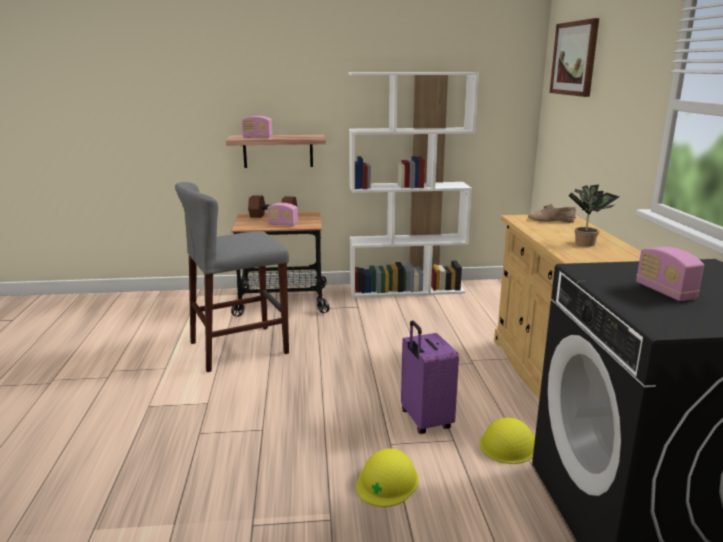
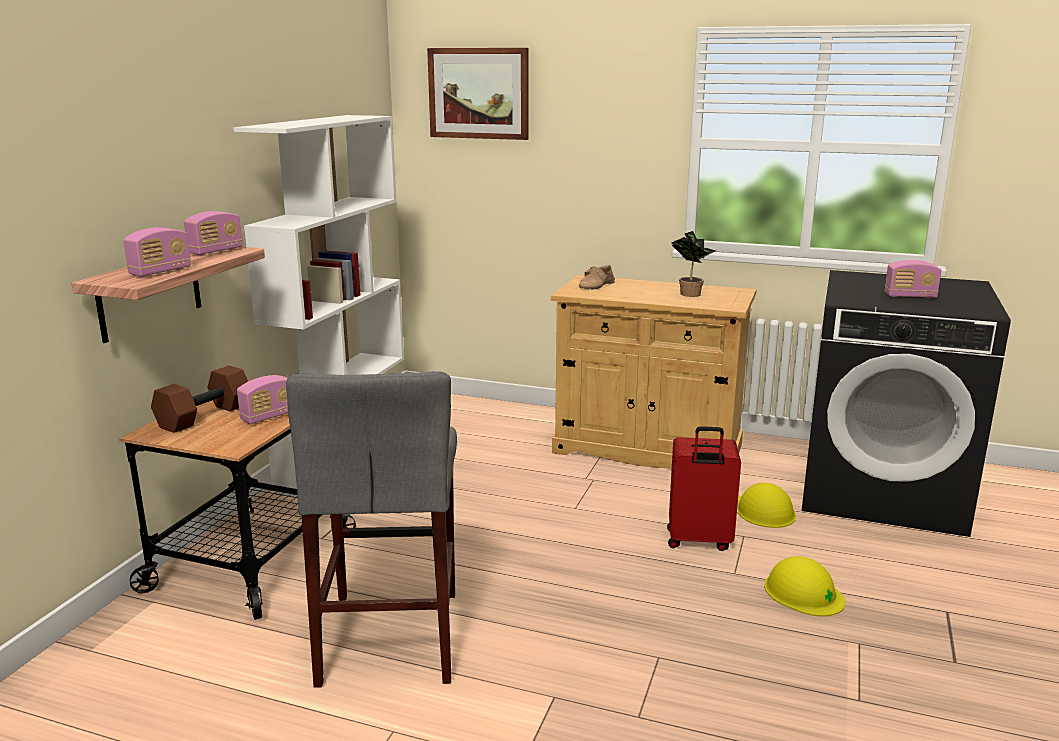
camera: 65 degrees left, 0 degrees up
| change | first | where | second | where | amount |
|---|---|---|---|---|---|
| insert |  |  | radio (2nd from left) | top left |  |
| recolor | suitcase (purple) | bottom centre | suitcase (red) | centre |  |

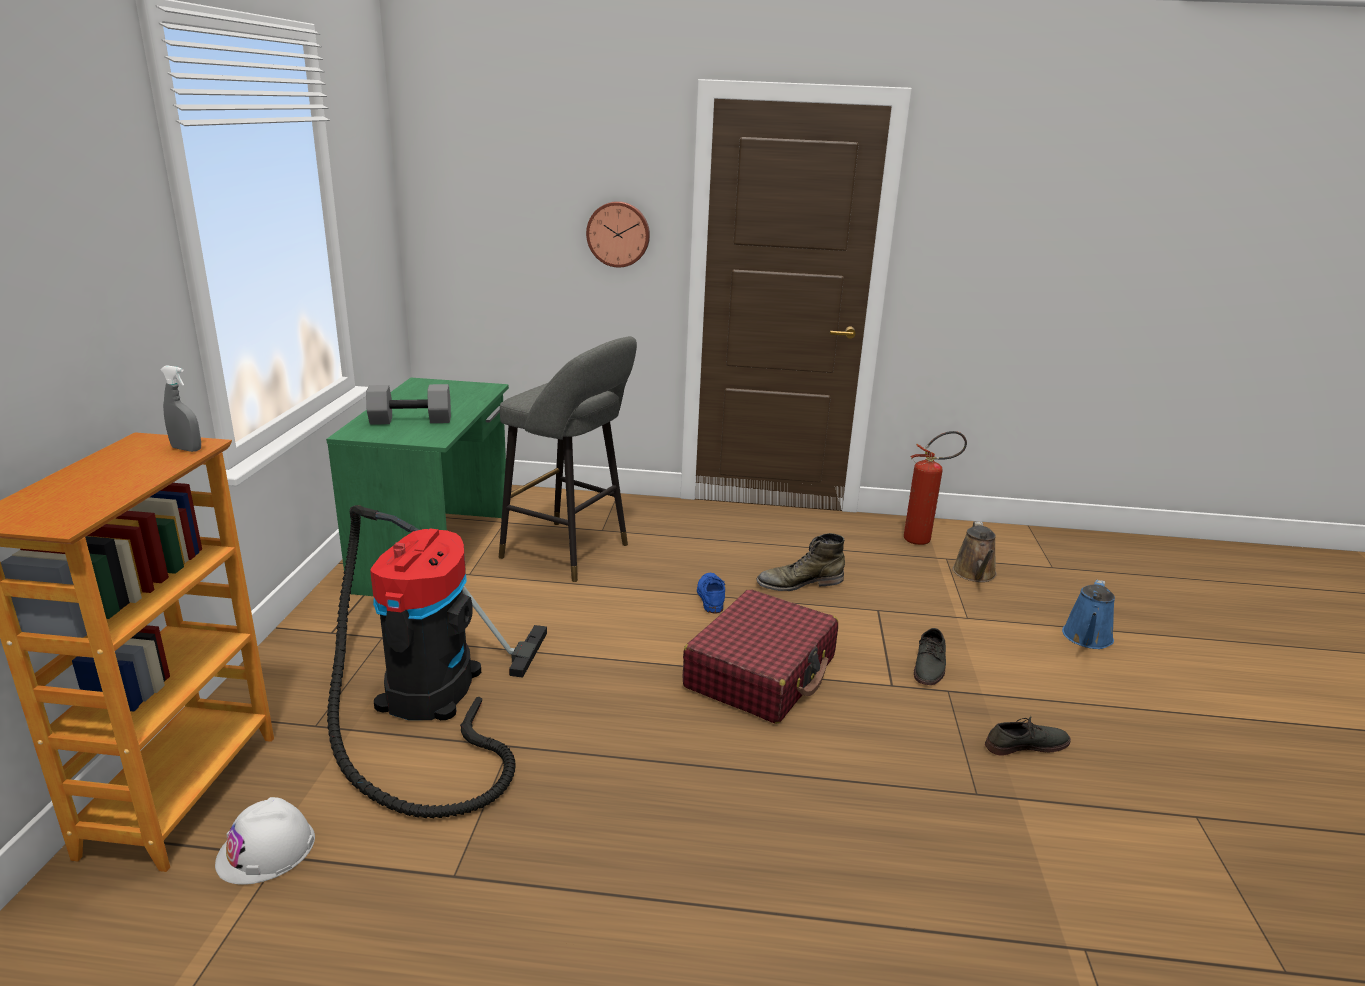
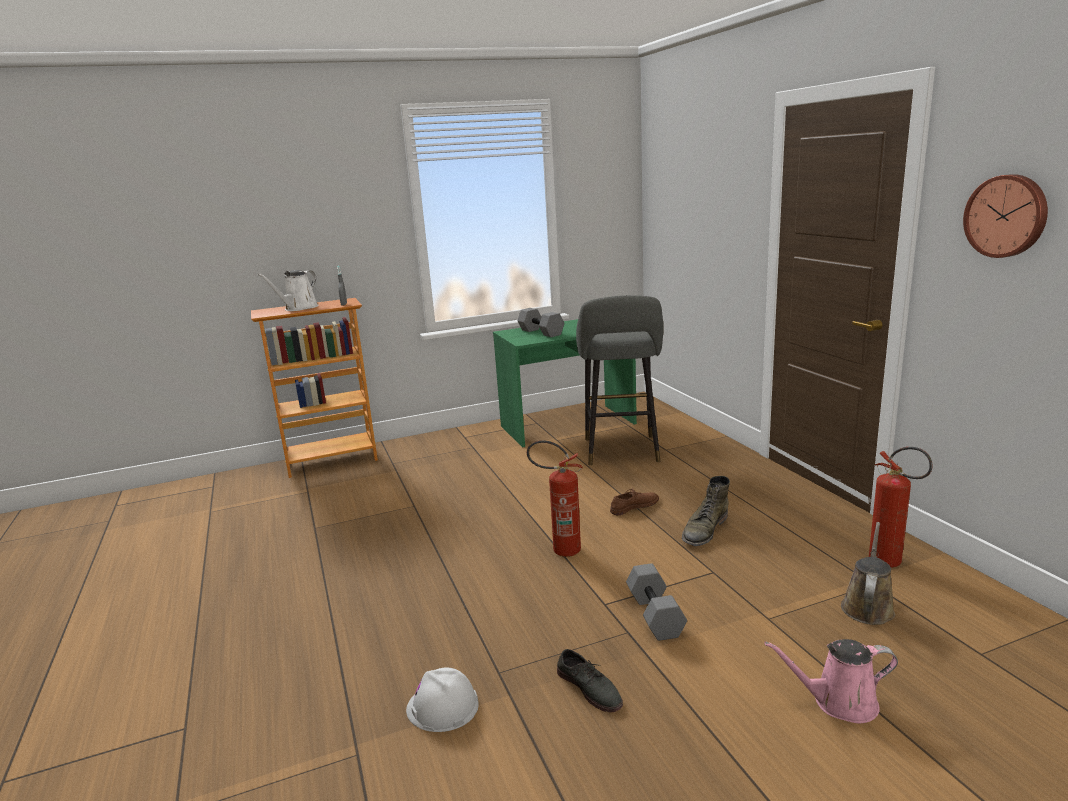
camera: 65 degrees right, 5 degrees down
| change | first | where | second | where | amount |
|---|---|---|---|---|---|
| insert |  |  | watering can (white) | middle left |  |
| move | hard hat (white) | bottom left |  | bottom centre |  |
| replace | suitcase (red) | centre | fire extinguisher (1st from left) | centre |  |
| recolor | shoe (blue) | centre | shoe (brown) | centre |  |
| replace | shoe (grey) (1st from left) | middle right | dumbbell (grey) (2nd from left) | bottom centre |  |
| rotate | boot (green) | centre |  | centre | 105 degrees counterclockwise |
| recolor | watering can (blue) | middle right | watering can (pink) | bottom right |  |
| rotate | watering can (brown) | middle right |  | bottom right | 135 degrees clockwise |
| move | wall clock | top centre |  | top right |  |
| delete | vacuum cleaner | bottom left |  |  |  |

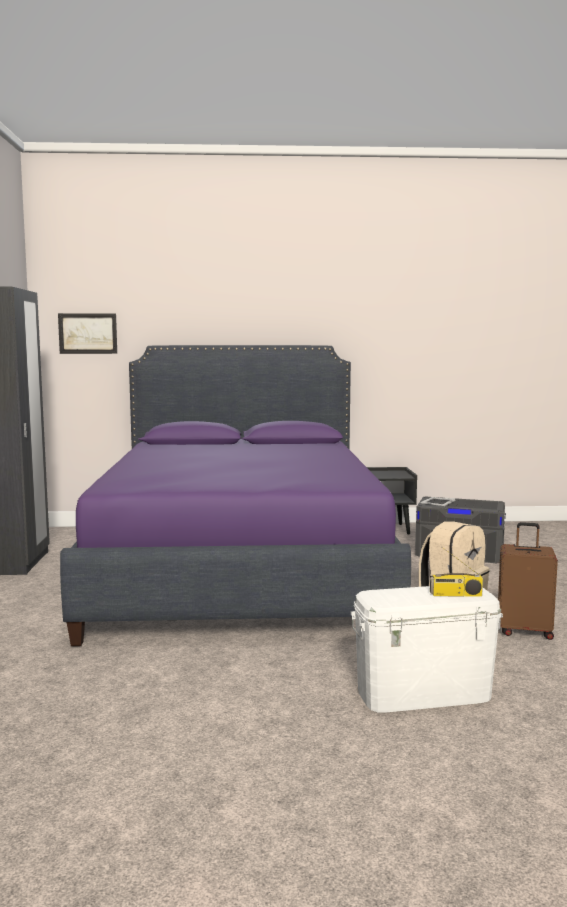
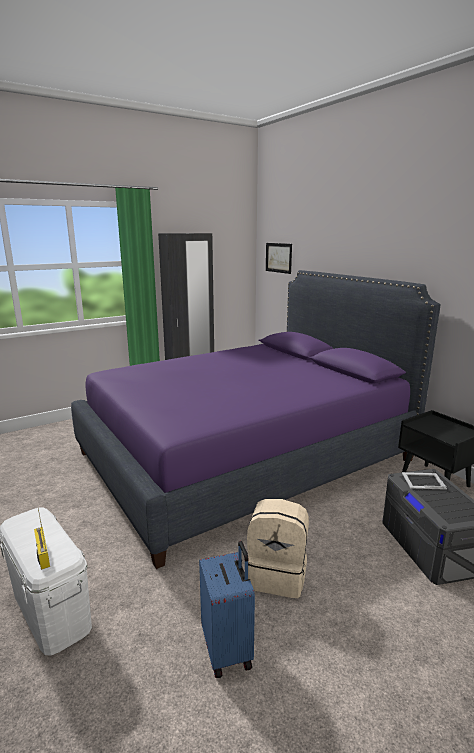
camera: 60 degrees right, 10 degrees up
| change | first | where | second | where | amount |
|---|---|---|---|---|---|
| recolor | suitcase (brown) | middle right | suitcase (blue) | bottom centre |  |

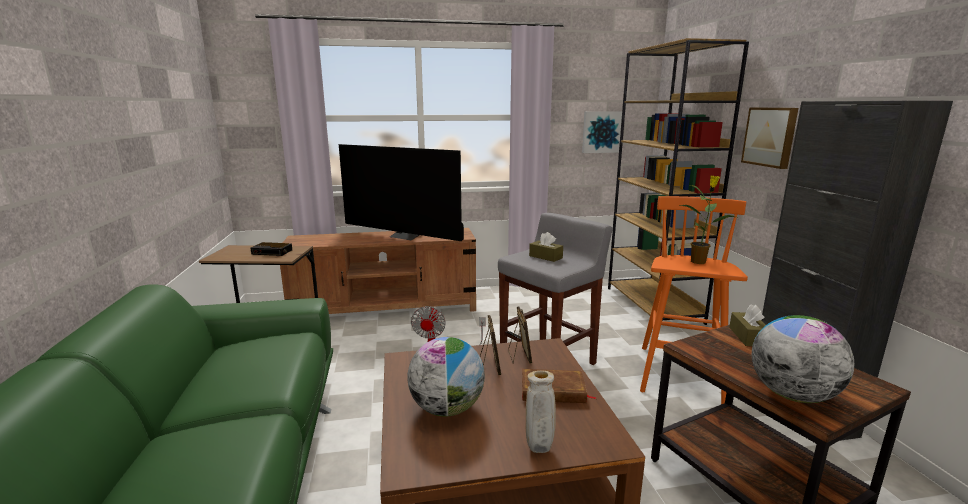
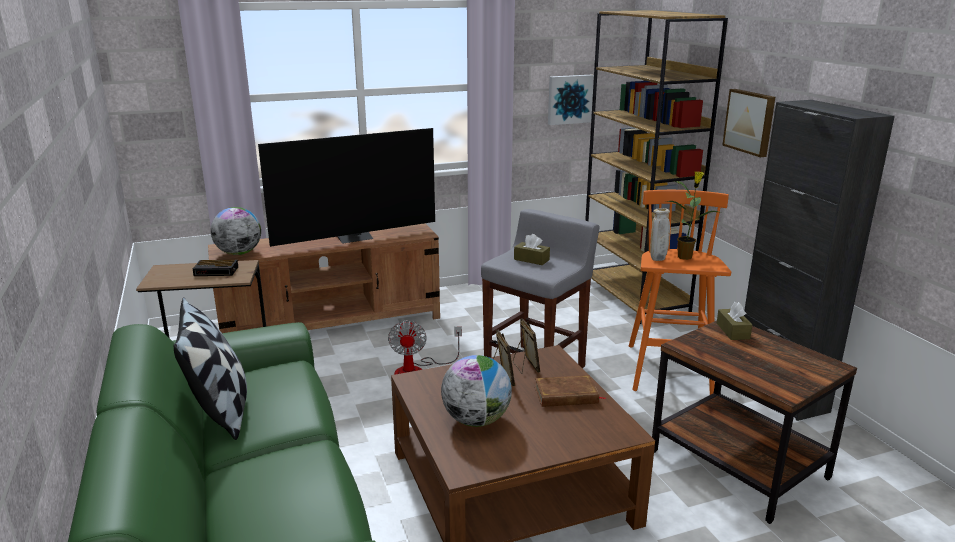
camera: 10 degrees left, 5 degrees up
| change | first | where | second | where | amount |
|---|---|---|---|---|---|
| insert |  |  | pillow | bottom left |  |
| move | globe (2nd from left in the first image) | bottom right | globe (1st from left) | middle left |  |
| rotate | television | centre |  | centre | 45 degrees counterclockwise |
| move | vase (beige) | bottom centre |  | middle right |  |

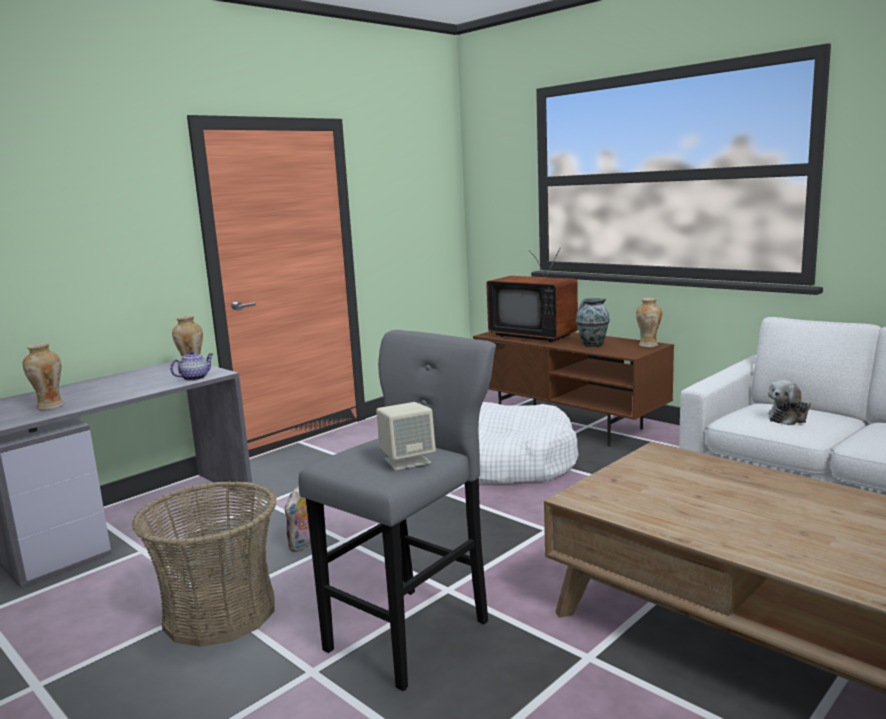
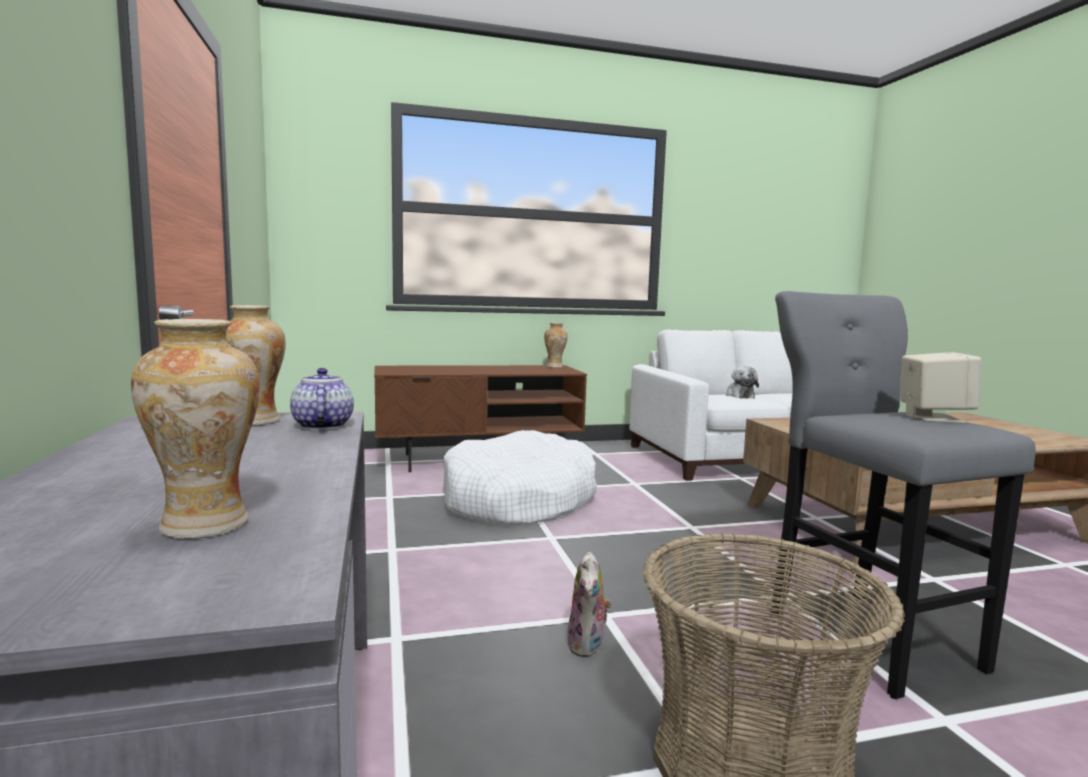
camera: 60 degrees left, 5 degrees down
| change | first | where | second | where | amount |
|---|---|---|---|---|---|
| rotate | plush toy (1st from left) | bottom centre |  | bottom centre | 45 degrees clockwise |
| delete | television | centre |  |  |  |
| delete | vase (3rd from left) | middle right |  |  |  |

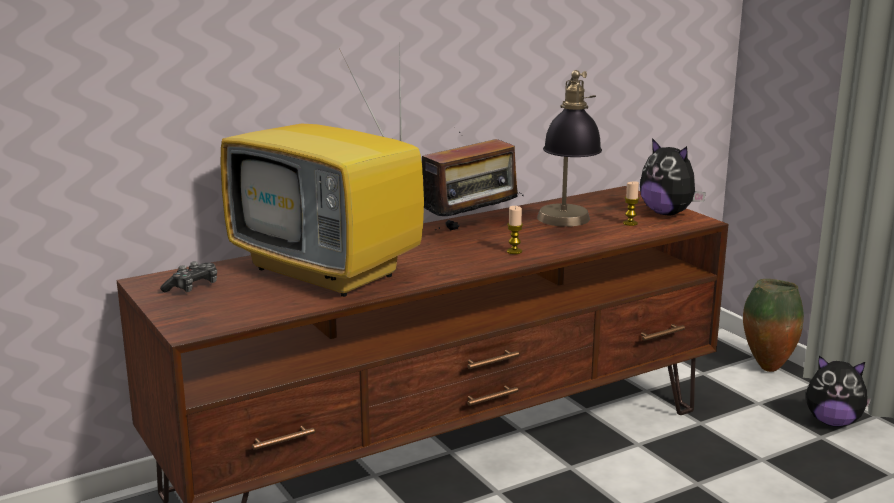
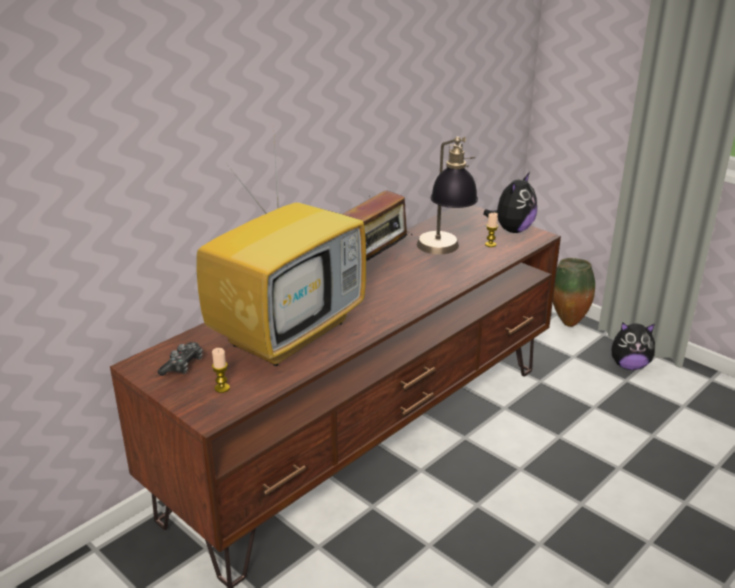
camera: 15 degrees left, 10 degrees up
| change | first | where | second | where | amount |
|---|---|---|---|---|---|
| rotate | television | centre |  | centre | 75 degrees counterclockwise |
| move | candle (1st from left) | centre |  | middle left |  |
| rotate | plush toy (1st from left) | middle right |  | middle right | 90 degrees counterclockwise |

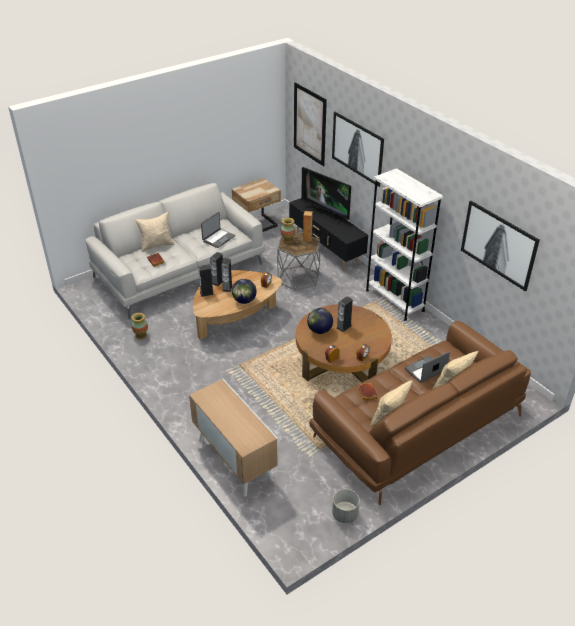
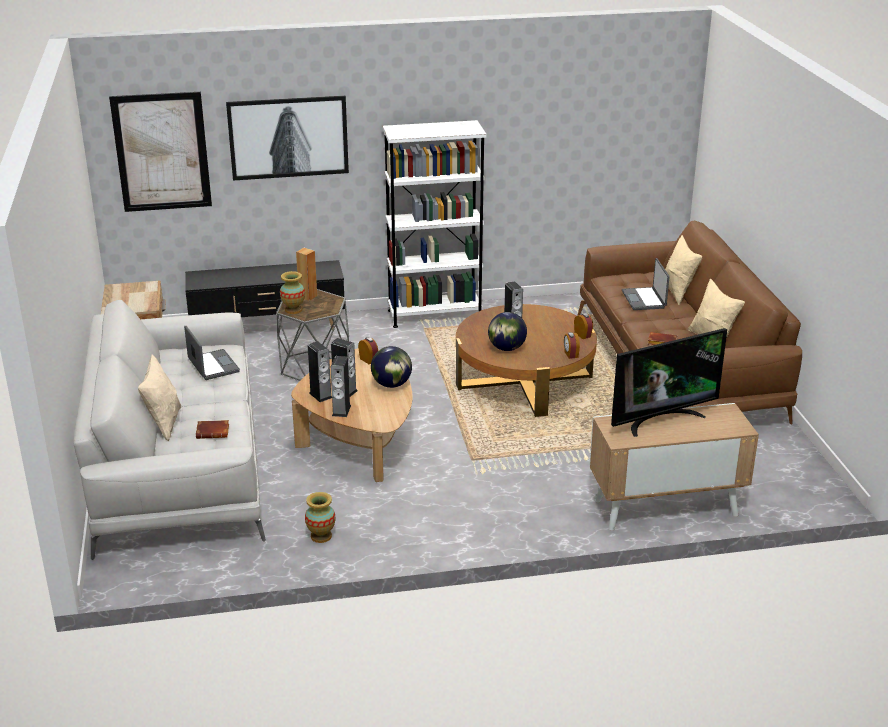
camera: 65 degrees left, 10 degrees down
| change | first | where | second | where | amount |
|---|---|---|---|---|---|
| move | television | top centre |  | middle right |  |
| delete | planter (grey) | bottom centre |  |  |  |
| delete | picture (3rd from left) | middle right |  |  |  |

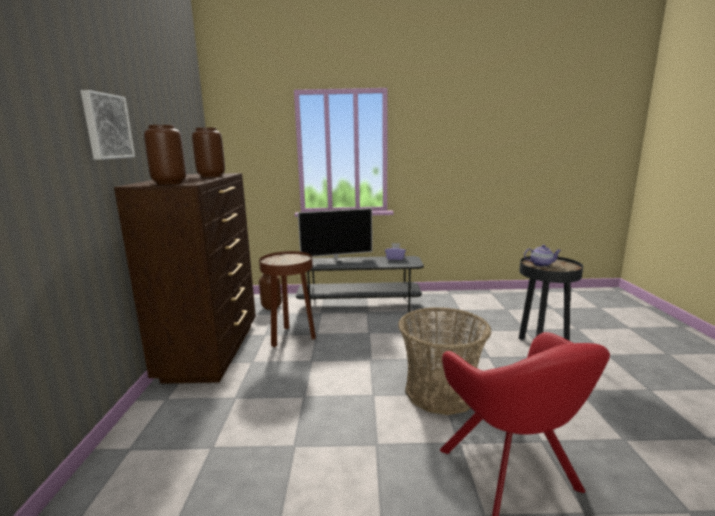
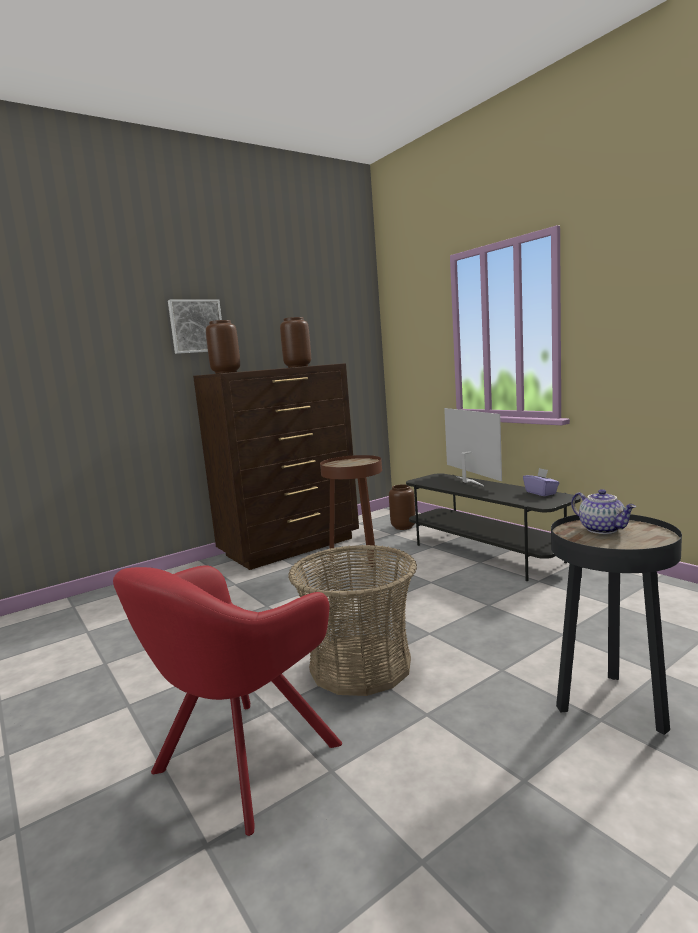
camera: 55 degrees right, 5 degrees down
| change | first | where | second | where | amount |
|---|---|---|---|---|---|
| rotate | television | centre |  | middle right | 150 degrees counterclockwise |

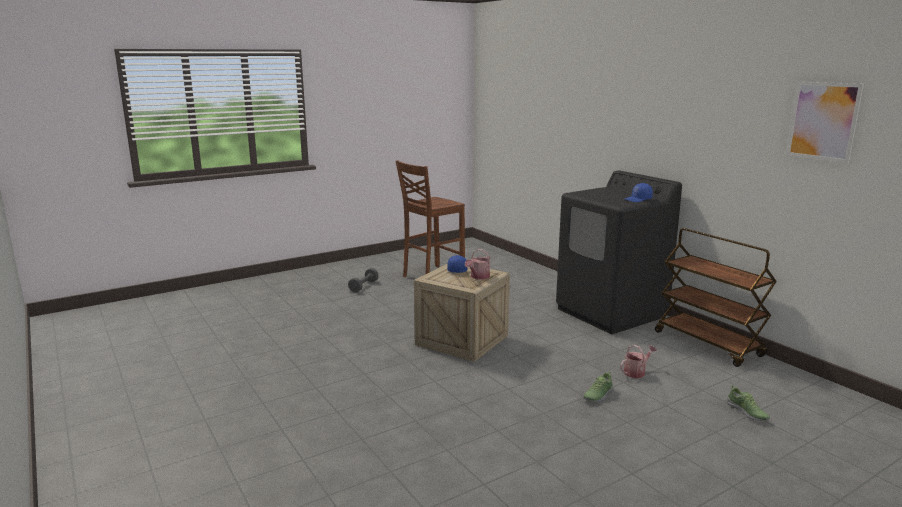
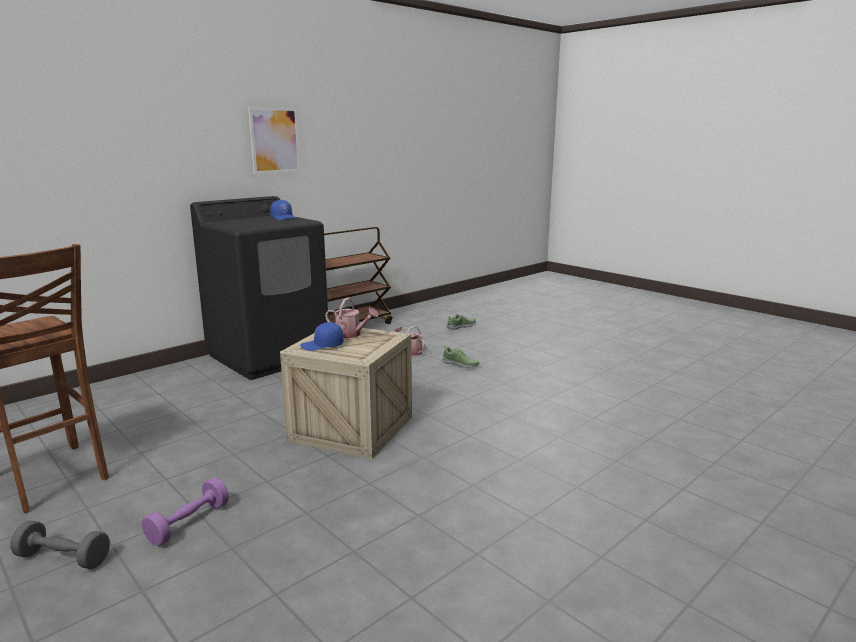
camera: 100 degrees left, 0 degrees up
| change | first | where | second | where | amount |
|---|---|---|---|---|---|
| insert |  |  | dumbbell (purple) | bottom left |  |
| move | picture | top right |  | top left |  |

